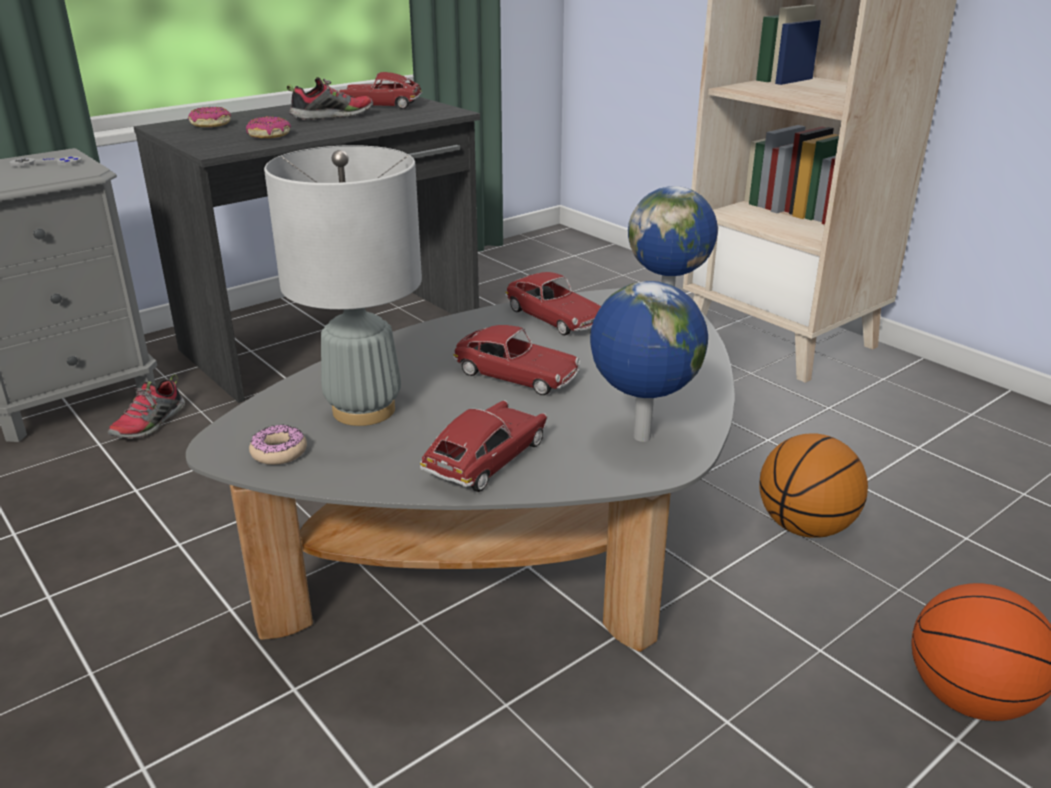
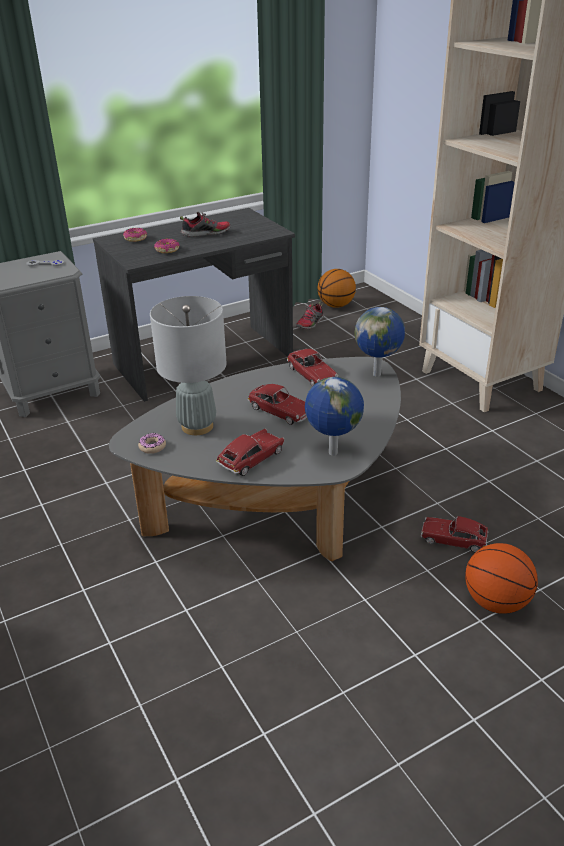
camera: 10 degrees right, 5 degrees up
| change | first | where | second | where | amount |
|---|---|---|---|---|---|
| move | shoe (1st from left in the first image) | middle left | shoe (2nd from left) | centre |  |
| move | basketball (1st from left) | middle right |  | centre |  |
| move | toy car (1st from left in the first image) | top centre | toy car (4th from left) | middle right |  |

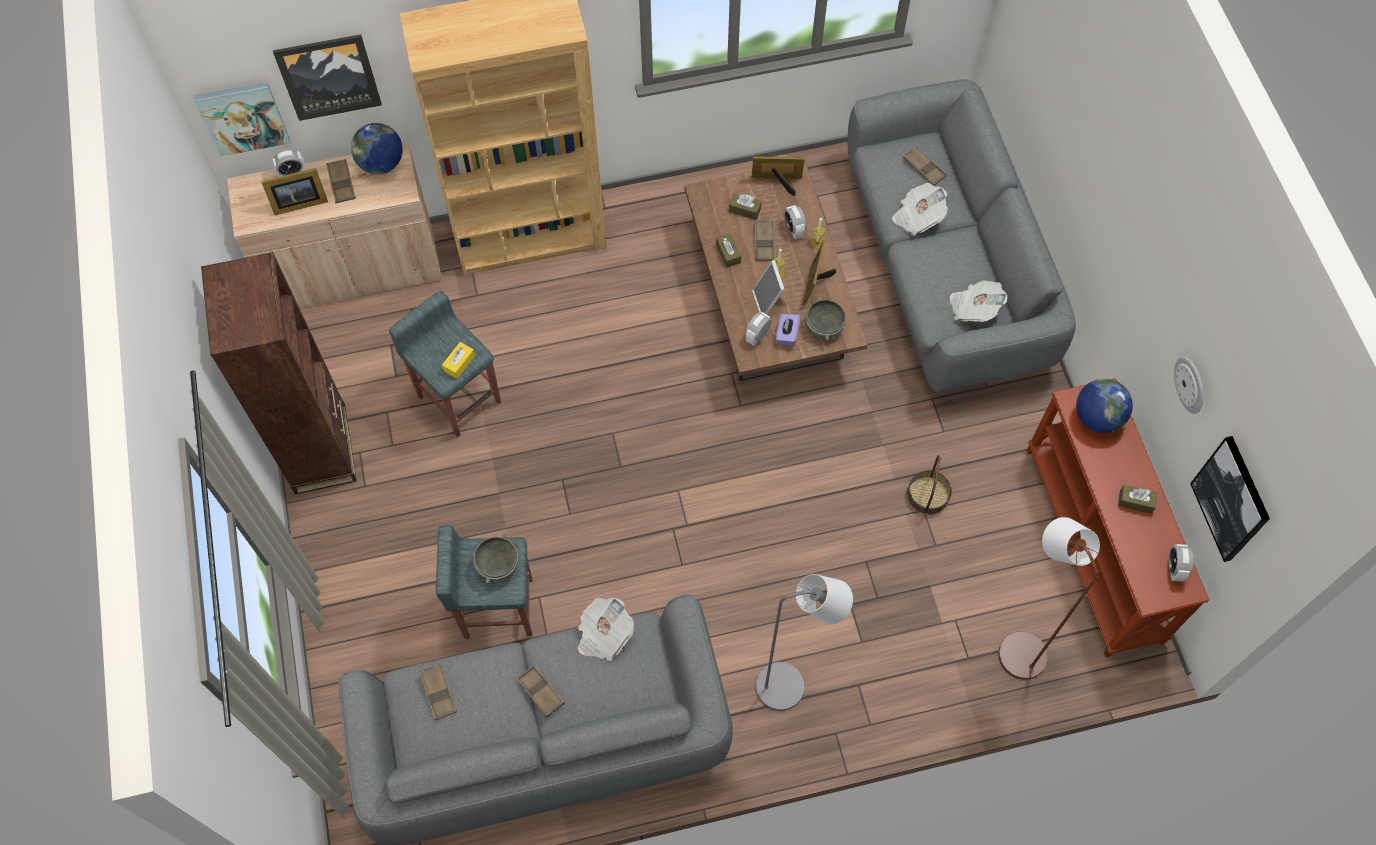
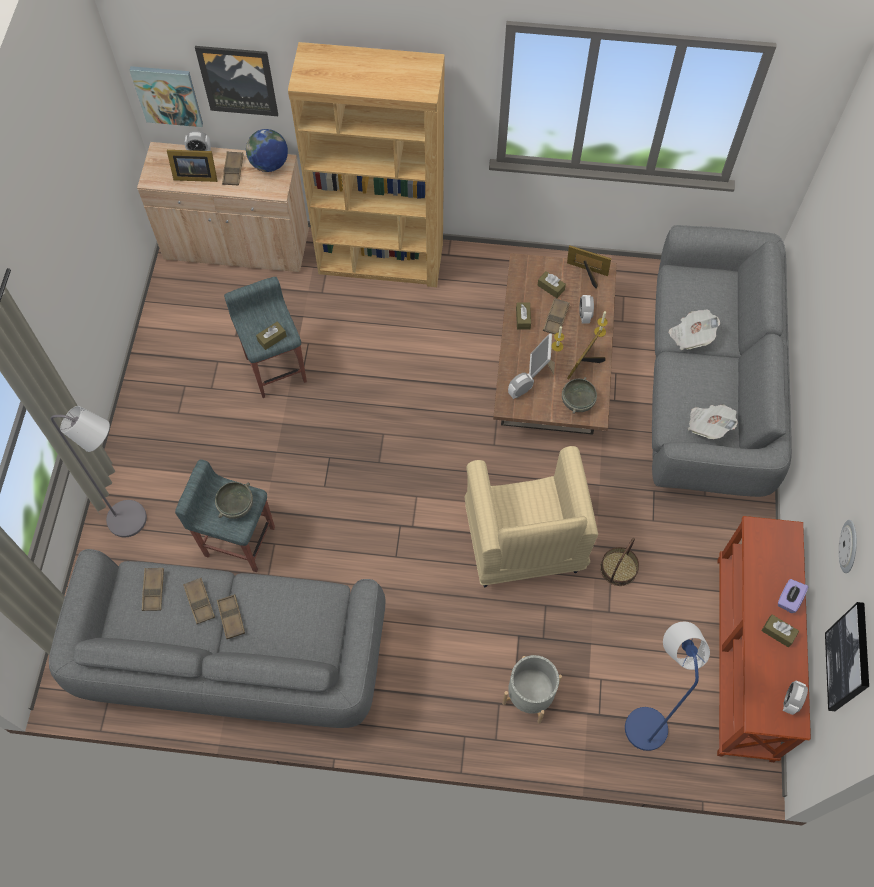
camera: 20 degrees right, 0 degrees up
| change | first | where | second | where | amount |
|---|---|---|---|---|---|
| move | floor lamp (grey) | bottom centre |  | middle left |  |
| move | tray (brown) (5th from left in the first image) | top right | tray (brown) (2nd from left) | bottom left |  |
| recolor | tissue box (yellow) | middle left | tissue box (brown) (1st from left) | middle left |  |
| insert |  |  | armchair (beige) | centre |  |
| insert |  |  | planter (grey) | bottom centre |  |
| recolor | floor lamp (brown) | bottom right | floor lamp (blue) | bottom right |  |
| move | tissue box (purple) | centre |  | bottom right |  |
| delete | bookcase (brown) (1st from left) | middle left |  |  |  |
| delete | newspaper (1st from left) | bottom centre |  |  |  |
| delete | globe (2nd from left) | middle right |  |  |  |

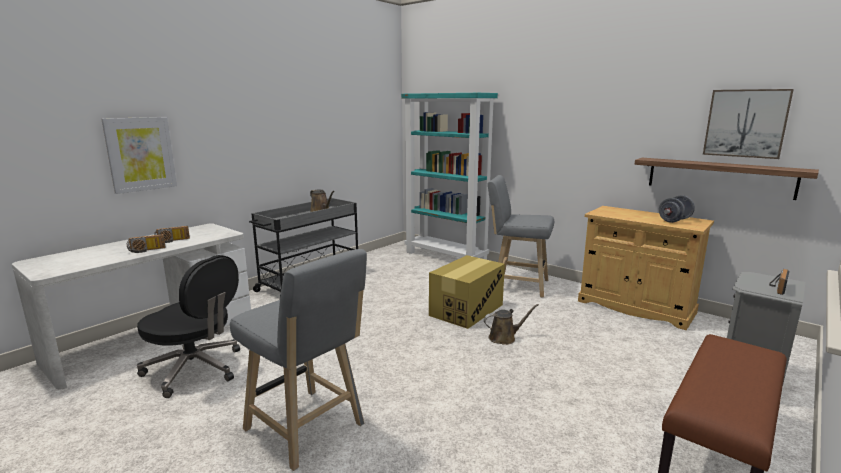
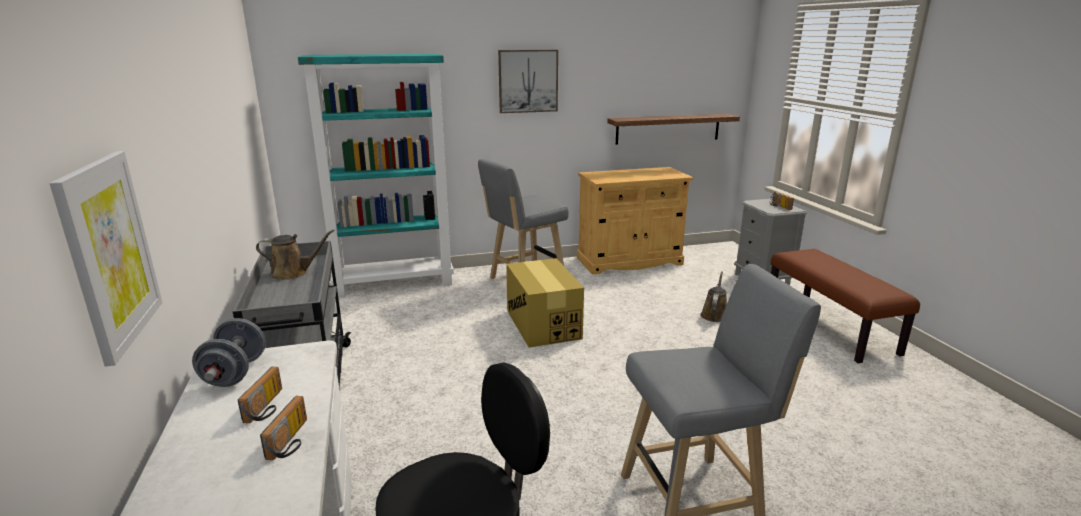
camera: 55 degrees left, 5 degrees up
| change | first | where | second | where | amount |
|---|---|---|---|---|---|
| move | dumbbell (grey) | middle right |  | bottom left |  |
| move | picture (2nd from left) | top right |  | top centre |  |
| move | watering can (brown) (2nd from left) | bottom centre |  | centre |  |

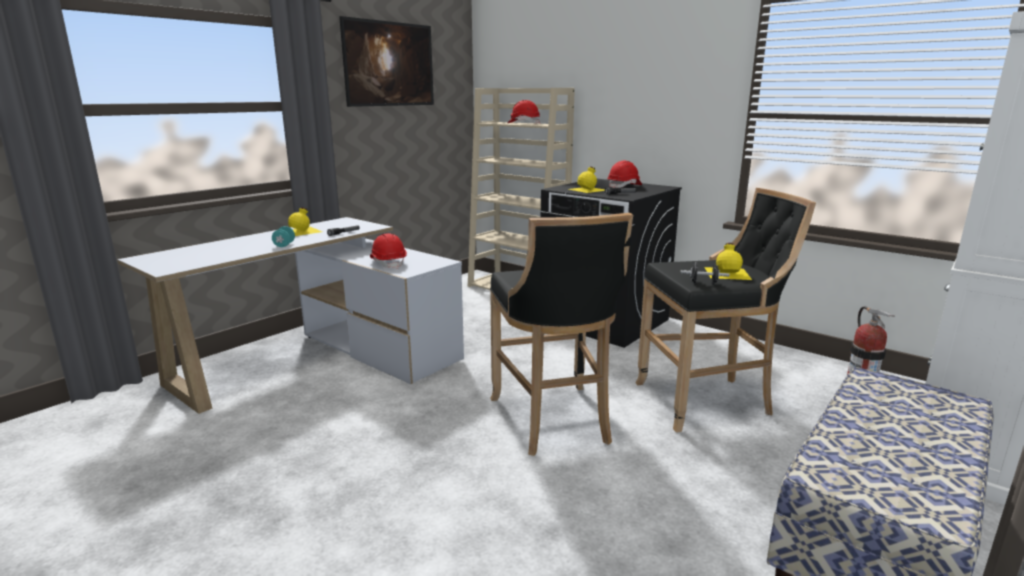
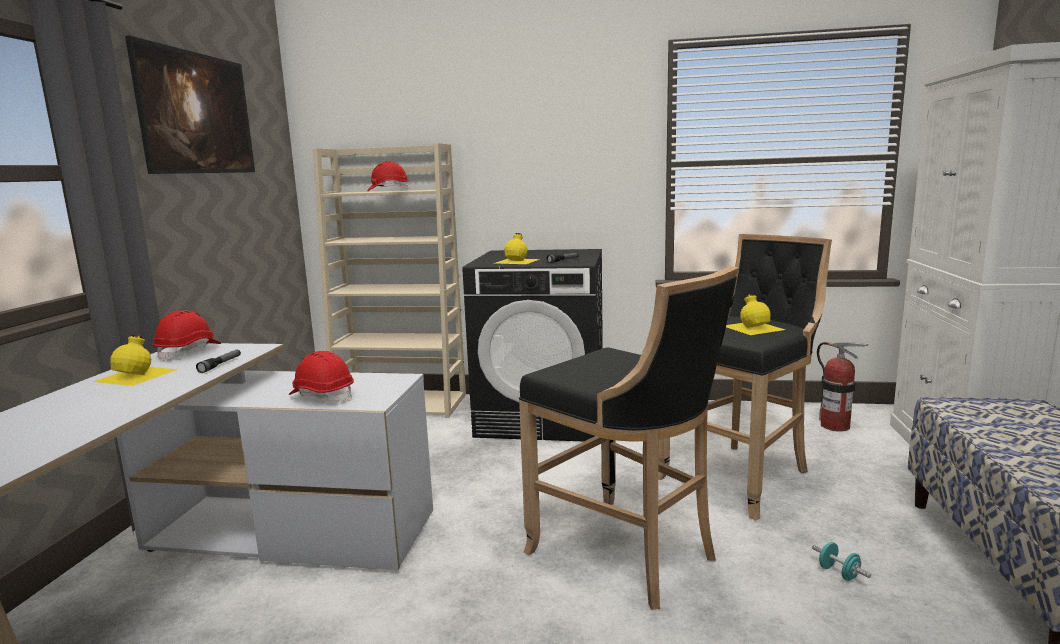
camera: 30 degrees left, 5 degrees down
| change | first | where | second | where | amount |
|---|---|---|---|---|---|
| move | hard hat (red) (3rd from left in the first image) | top centre | hard hat (red) (1st from left) | middle left |  |
| move | dumbbell (turquoise) | middle left |  | bottom right |  |
| delete | dumbbell (black) | middle right |  |  |  |

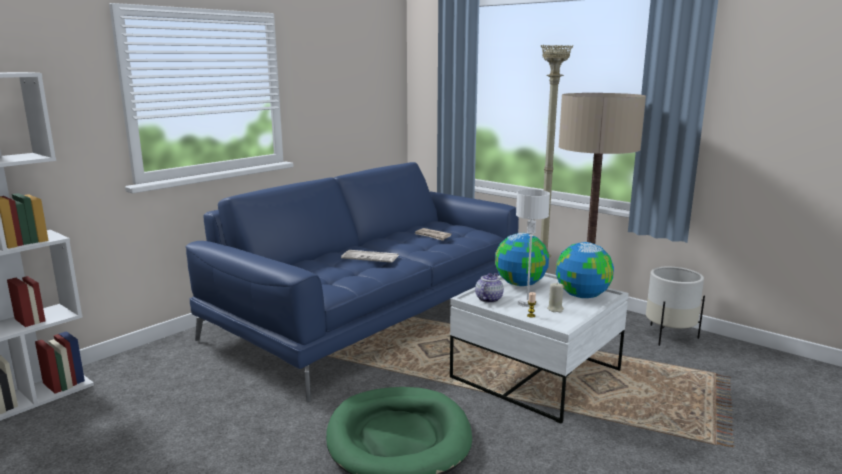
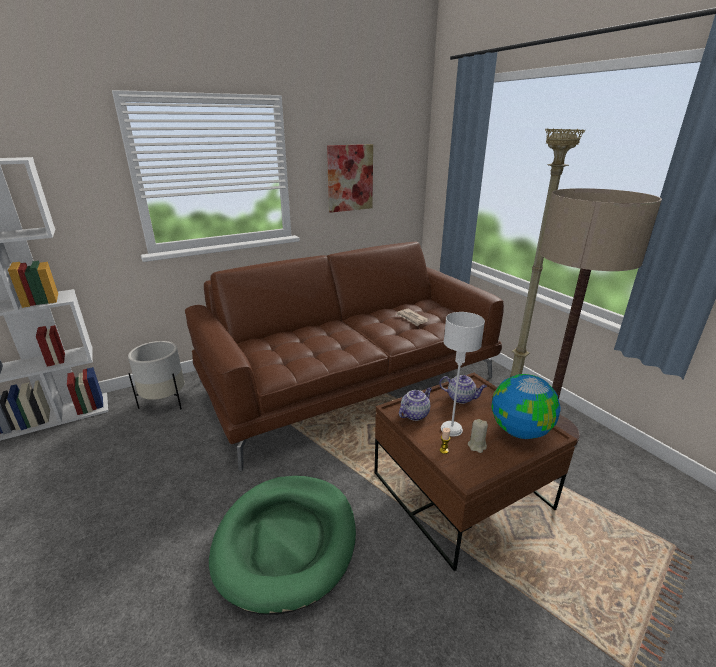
camera: 20 degrees right, 10 degrees up
| change | first | where | second | where | amount |
|---|---|---|---|---|---|
| move | planter (white) | middle right |  | middle left |  |
| recolor | sofa (blue) | centre | sofa (brown) | centre |  |
| insert |  |  | picture | top centre |  |
| recolor | coffee table (white) | bottom centre | coffee table (brown) | bottom centre |  |
| replace | globe (1st from left) | centre | teapot (2nd from left) | centre |  |
| delete | newspaper (1st from left) | centre |  |  |  |

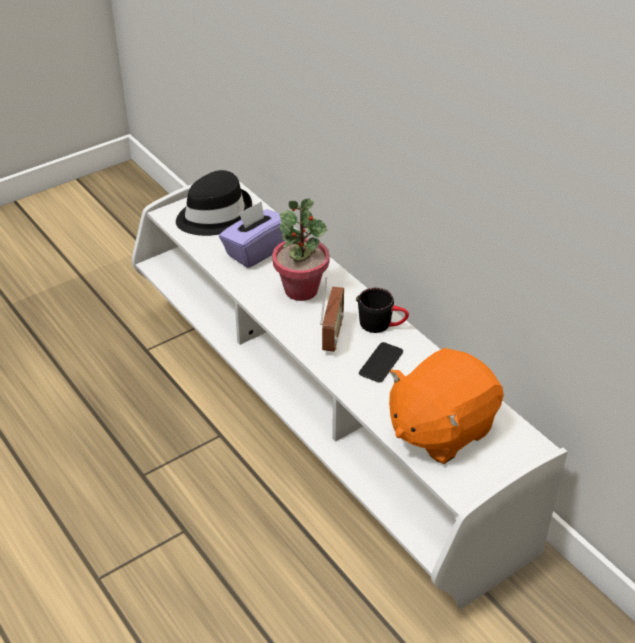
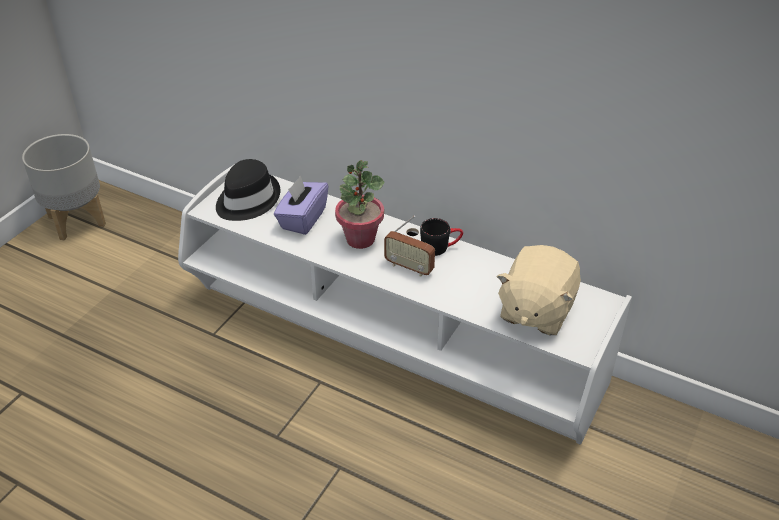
camera: 25 degrees left, 0 degrees up
| change | first | where | second | where | amount |
|---|---|---|---|---|---|
| insert |  |  | planter (grey) | middle left |  |
| rotate | radio | centre |  | centre | 135 degrees clockwise |
| recolor | plush toy (orange) | middle right | plush toy (beige) | middle right |  |
| delete | phone | centre |  |  |  |

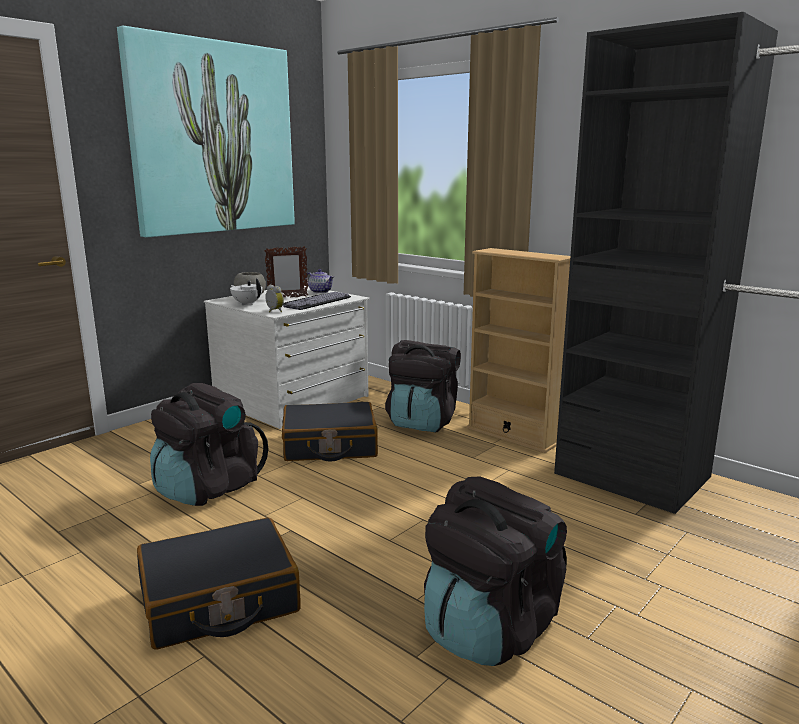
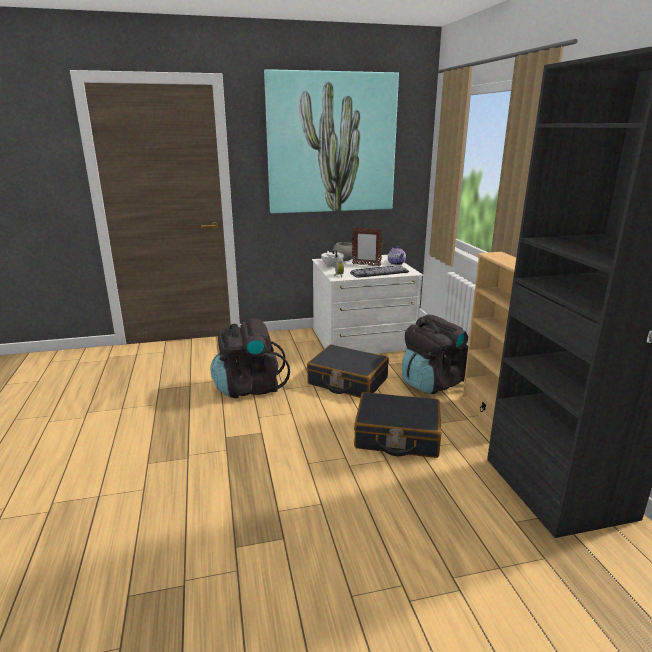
camera: 35 degrees right, 5 degrees up
| change | first | where | second | where | amount |
|---|---|---|---|---|---|
| move | suitcase (black) (1st from left in the first image) | bottom left | suitcase (black) (2nd from left) | centre |  |
| delete | backpack (black) (3rd from left) | bottom centre |  |  |  |

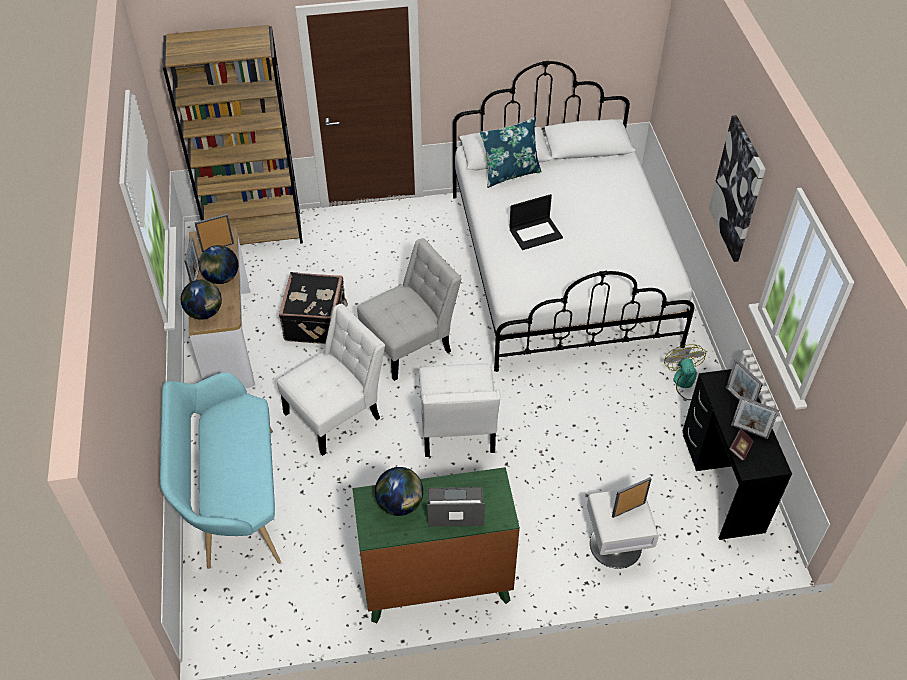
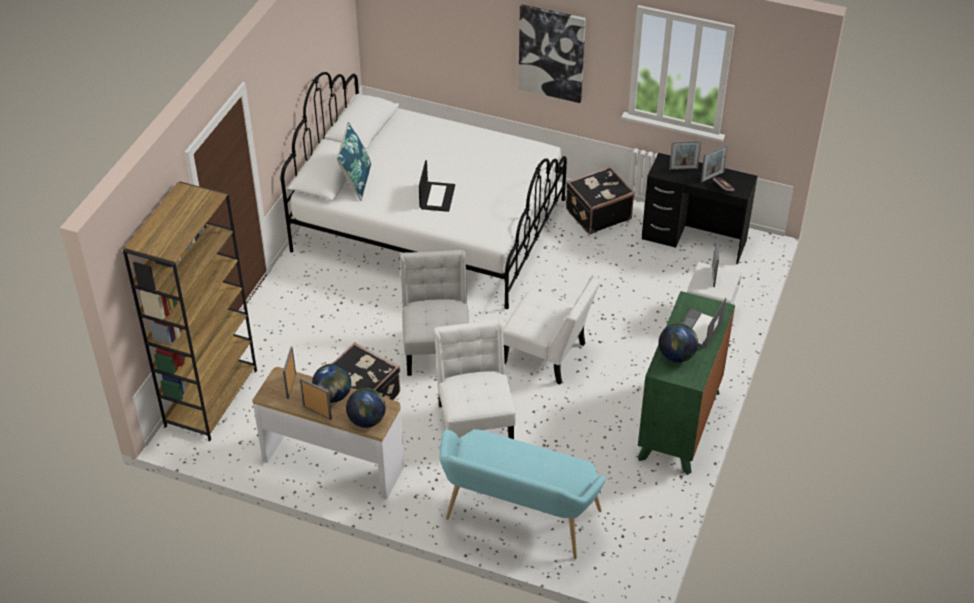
camera: 60 degrees left, 5 degrees down
| change | first | where | second | where | amount |
|---|---|---|---|---|---|
| replace | fan | middle right | suitcase (black) (2nd from left) | top centre |  |

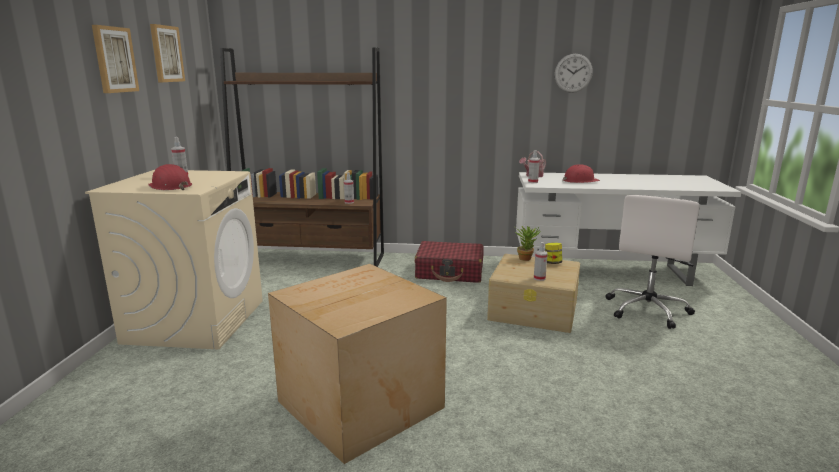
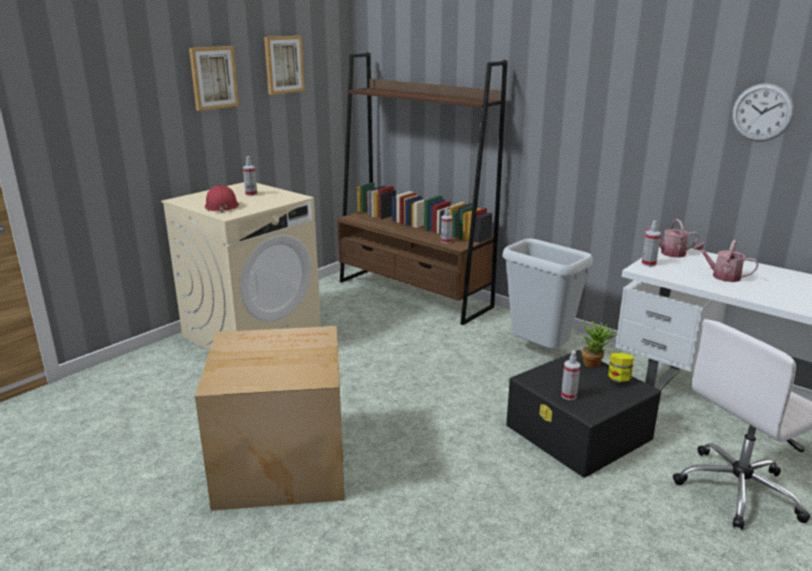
camera: 35 degrees right, 5 degrees up
| change | first | where | second | where | amount |
|---|---|---|---|---|---|
| replace | suitcase (red) | centre | trash can (grey) | middle right |  |
| recolor | storage box (beige) | centre | storage box (black) | bottom right |  |
| replace | hard hat (red) (2nd from left) | middle right | watering can (2nd from left) | middle right |  |

